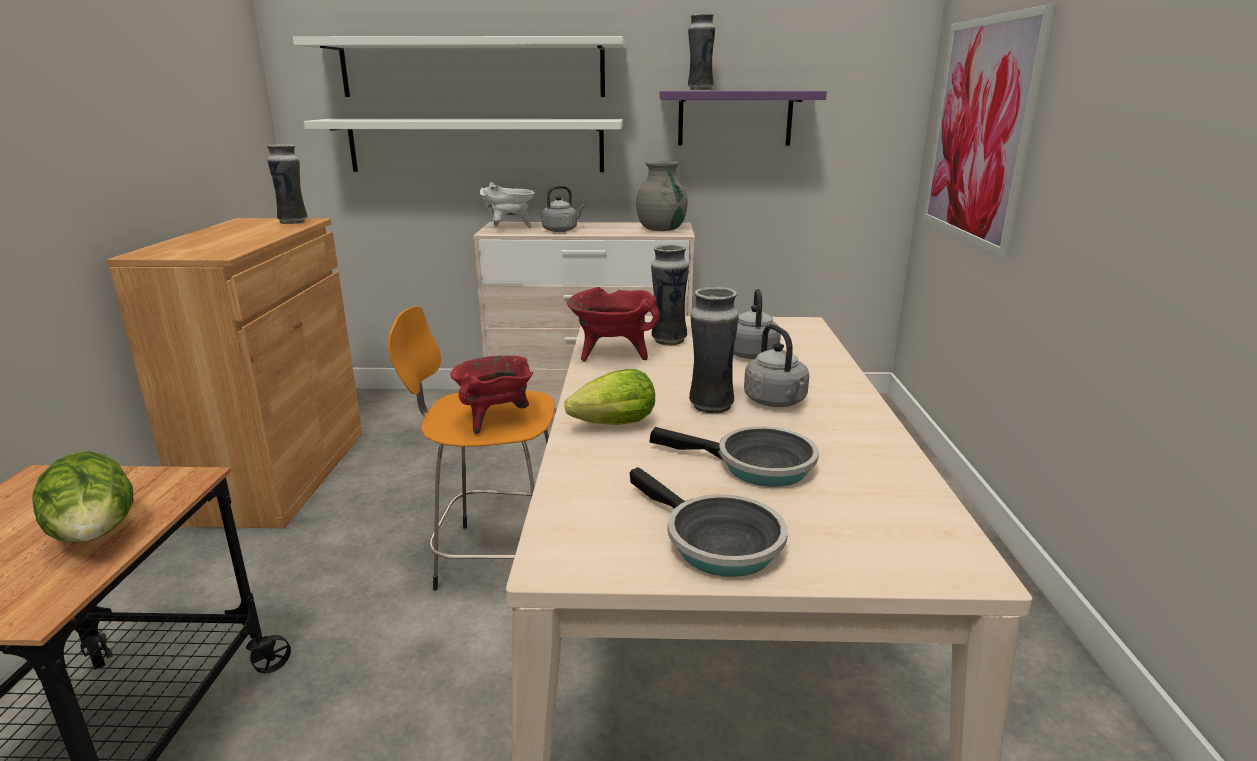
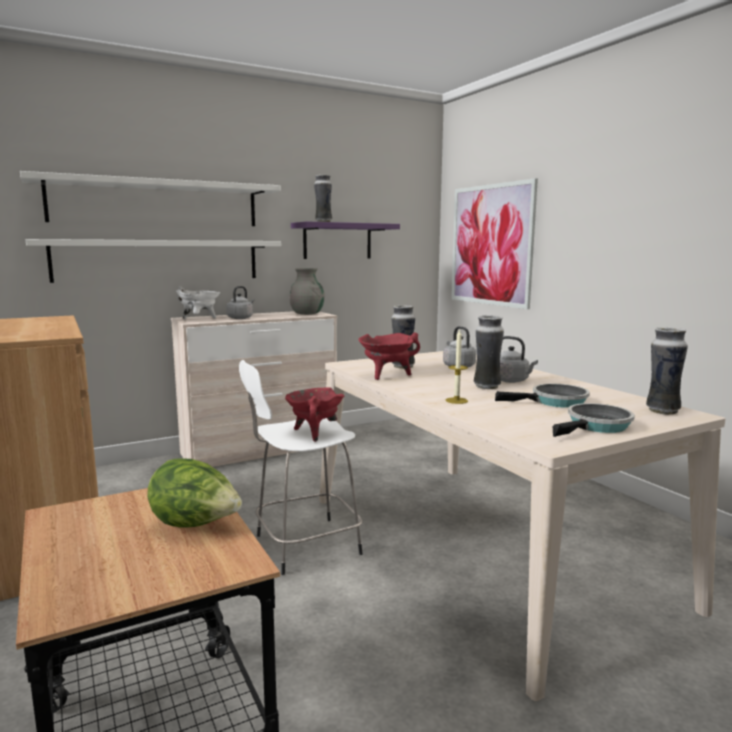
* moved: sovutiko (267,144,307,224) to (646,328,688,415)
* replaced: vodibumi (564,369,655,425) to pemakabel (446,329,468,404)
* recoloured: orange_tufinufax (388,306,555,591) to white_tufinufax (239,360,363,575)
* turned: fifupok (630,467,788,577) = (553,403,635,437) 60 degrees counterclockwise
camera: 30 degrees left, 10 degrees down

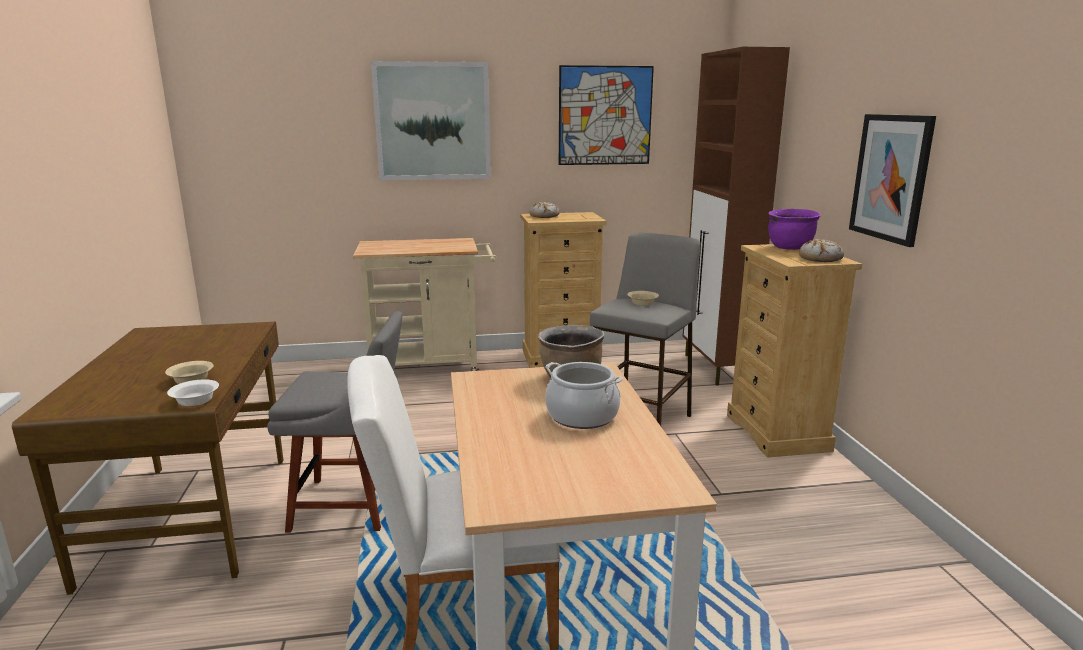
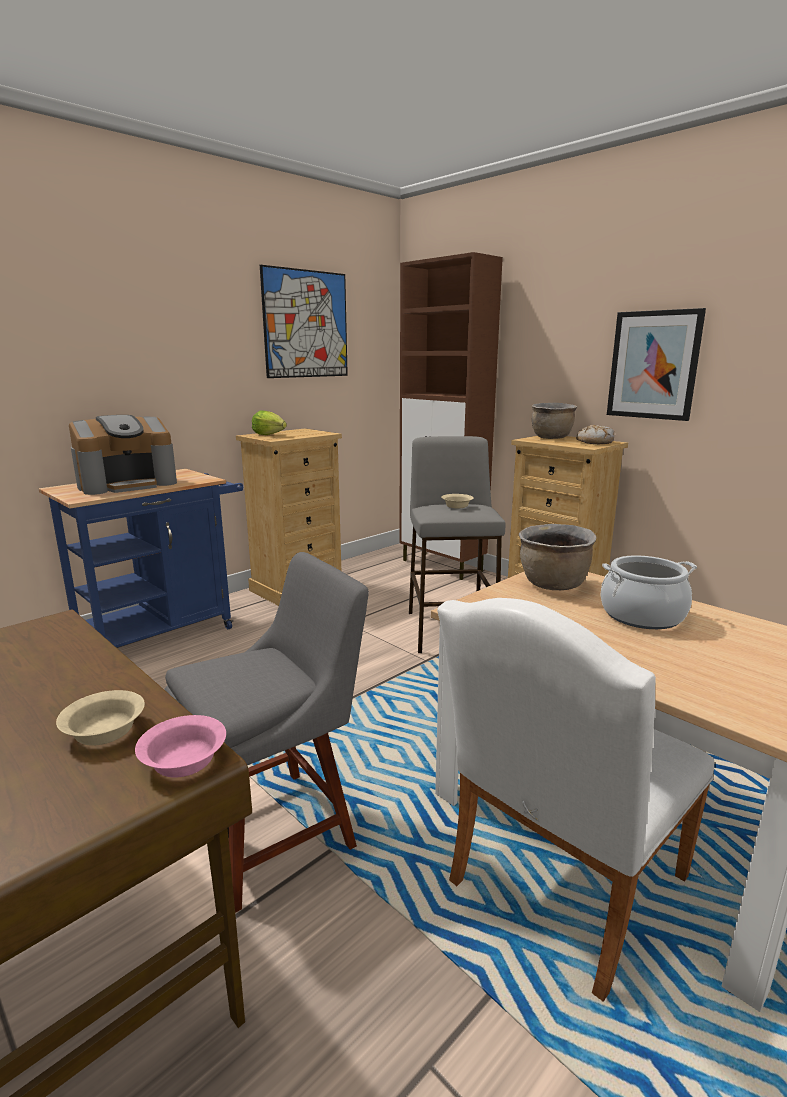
* removed: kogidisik (371,61,491,181)
* added: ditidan (69,415,177,495)
* replaced: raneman (529,202,560,218) to vodibumi (252,411,287,435)
* recoloured: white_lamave (167,379,219,406) to pink_lamave (135,715,226,778)
* recoloured: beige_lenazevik (353,238,497,371) to blue_lenazevik (39,469,243,648)
* recoloured: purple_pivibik (768,209,821,250) to brown_pivibik (532,403,577,439)
camera: 35 degrees left, 0 degrees up

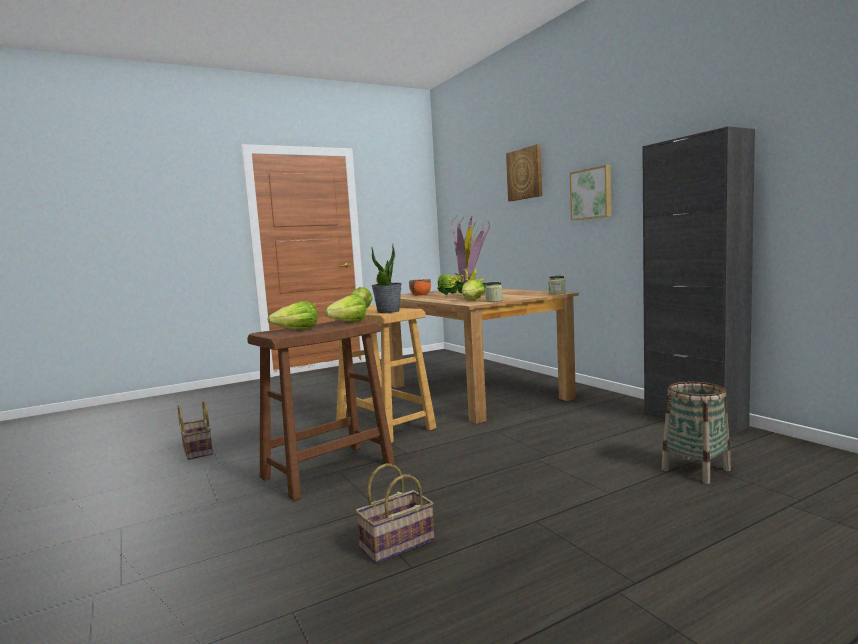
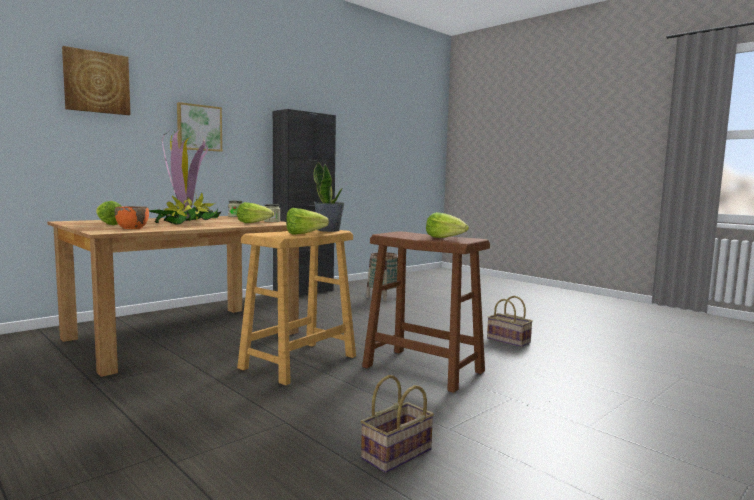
* removed: vodibumi (325,294,366,322)
camera: 105 degrees left, 0 degrees up

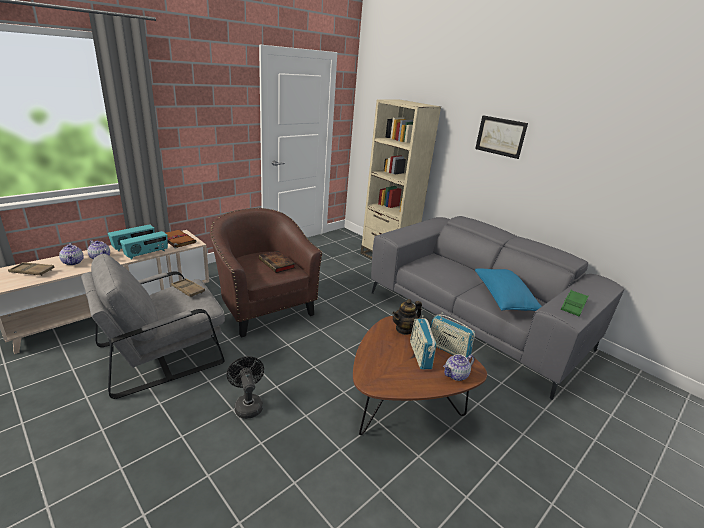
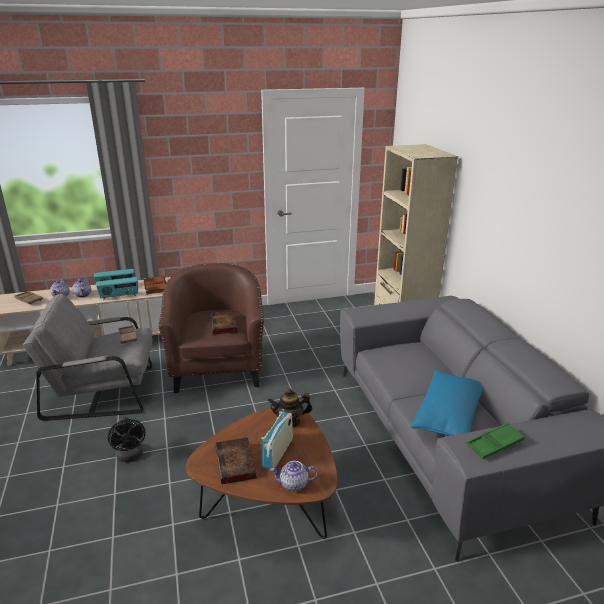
* removed: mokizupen (430,313,475,358)
* removed: kogidisik (475,115,528,159)
* added: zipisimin (215,437,257,484)
* turned: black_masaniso (227,356,264,419) = (108,417,146,463) 150 degrees clockwise
camera: 30 degrees right, 0 degrees up

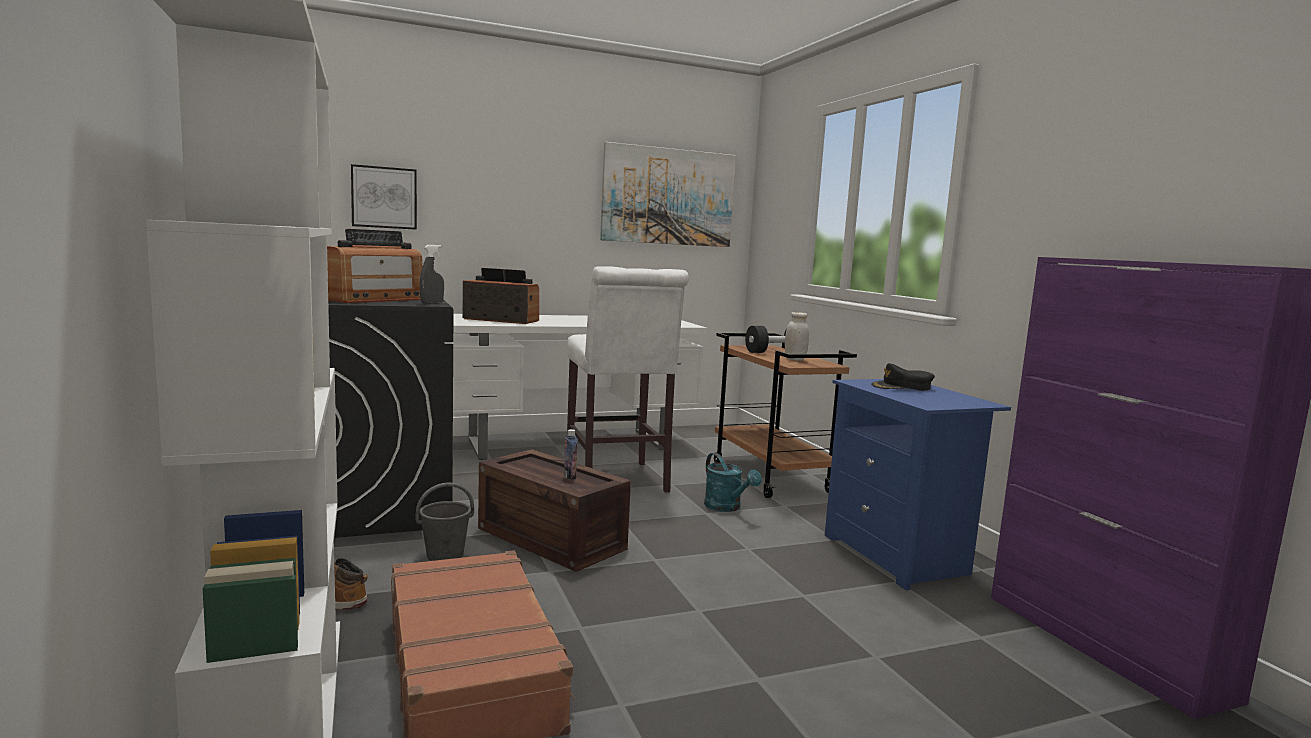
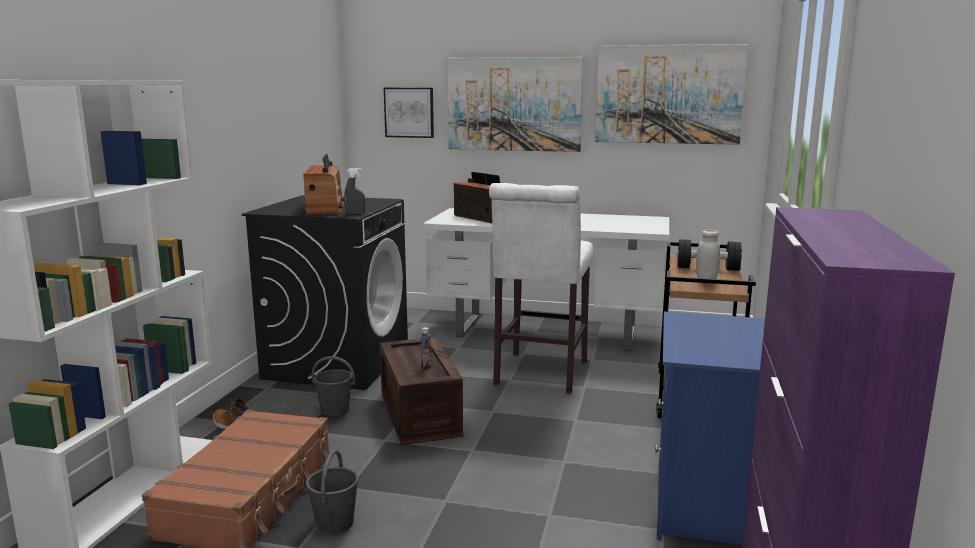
* removed: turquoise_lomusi (704,453,762,512)
* removed: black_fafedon (871,363,935,391)
* added: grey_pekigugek (306,449,359,535)
* added: kogidisik (447,57,584,152)
* turned: mokizupen (327,229,422,303) = (303,154,345,215) 75 degrees counterclockwise
camera: 35 degrees right, 5 degrees up

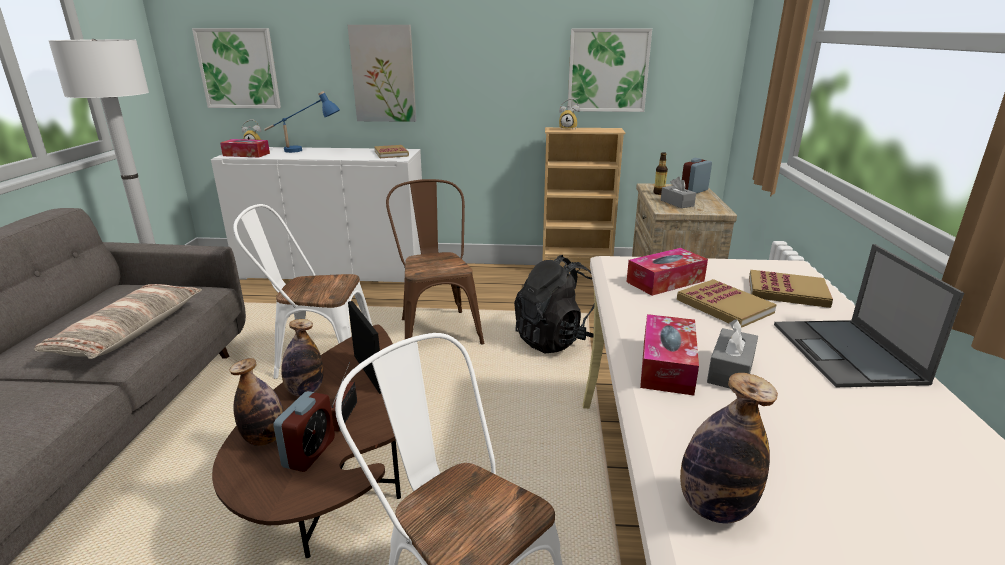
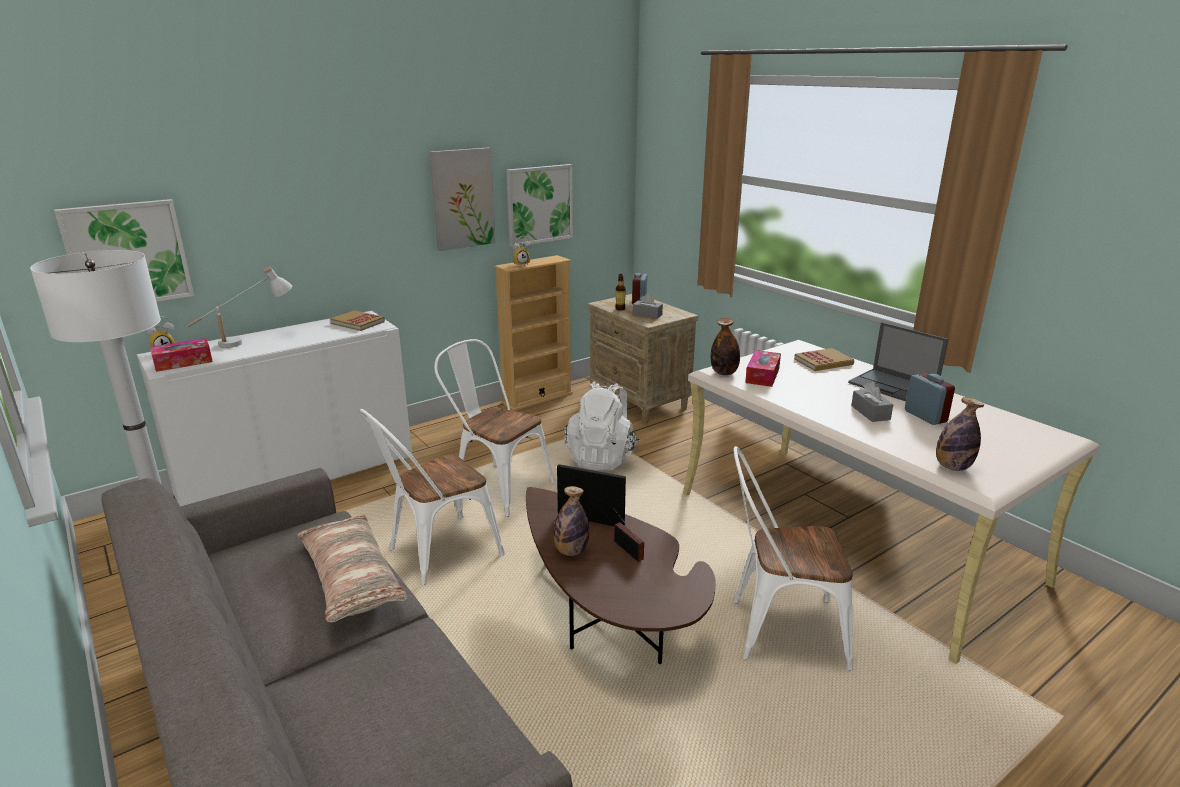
* removed: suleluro (640,314,699,396)
* removed: zipisimin (677,279,777,328)
* moved: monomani (229,358,284,446) to (711,318,740,375)
* moved: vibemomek (273,391,335,472) to (905,373,955,425)
* moved: kogidisik (348,25,416,122) to (429,148,496,251)
* recoloured: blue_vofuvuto (264,91,340,153) to white_vofuvuto (187,267,292,348)
* recoloured: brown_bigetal (386,179,484,345) to white_bigetal (434,339,555,517)
* recoloured: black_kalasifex (514,255,595,353) to white_kalasifex (564,381,640,471)
camera: 40 degrees left, 0 degrees up

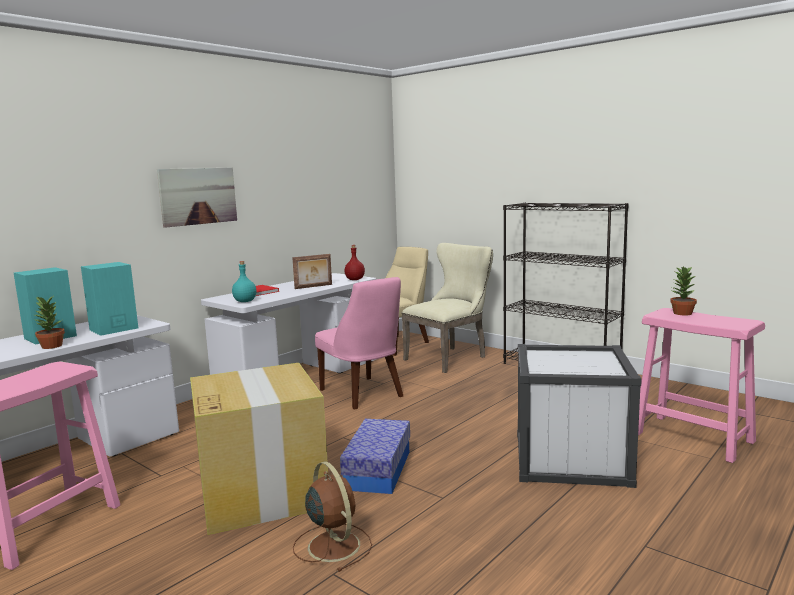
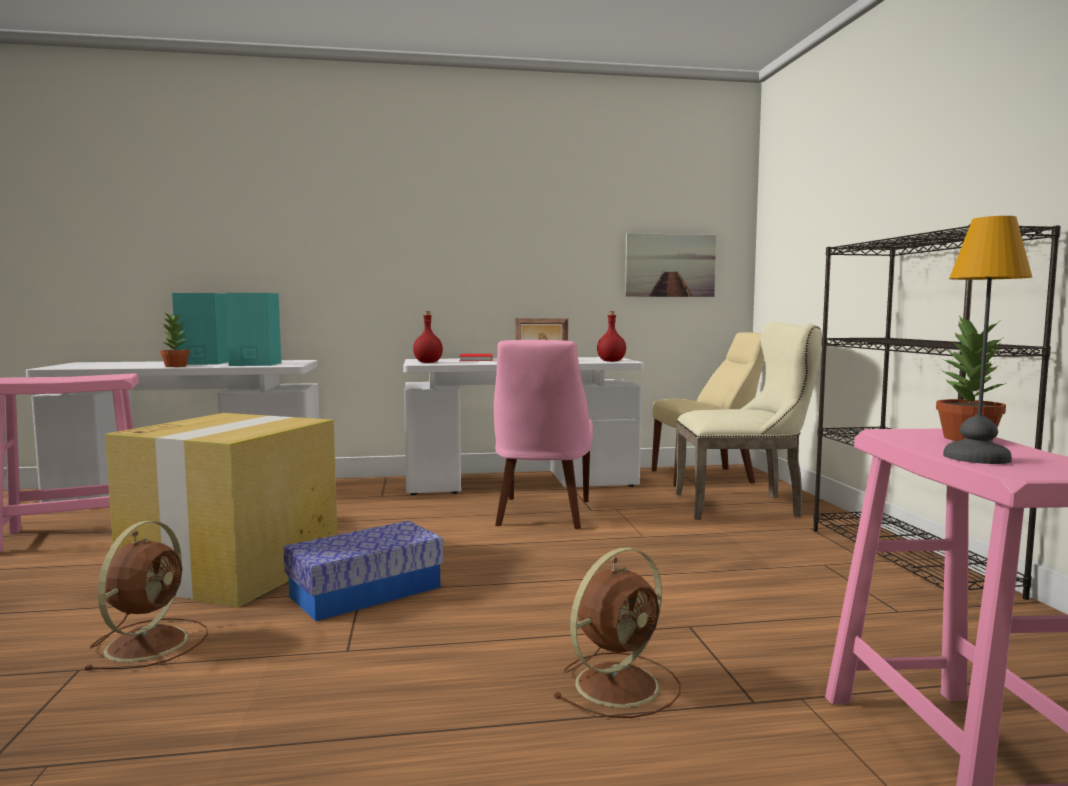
* added: vofuvuto (943,216,1032,464)
* moved: kogidisik (157,167,237,228) to (625,233,716,297)
* replaced: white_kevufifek (517,344,642,488) to brown_masaniso (553,547,680,718)
* recoloured: turquoise_monomani (232,261,257,302) to red_monomani (413,311,443,363)
camera: 40 degrees right, 5 degrees down

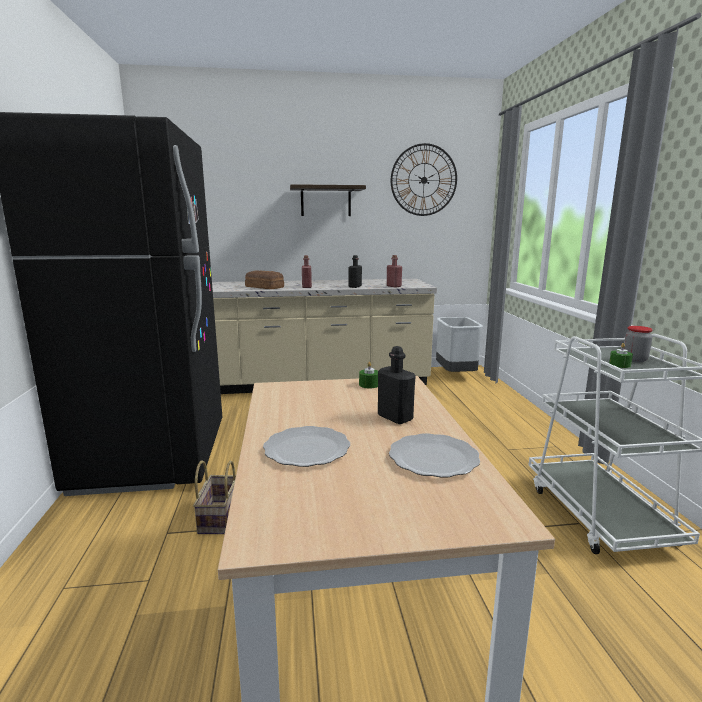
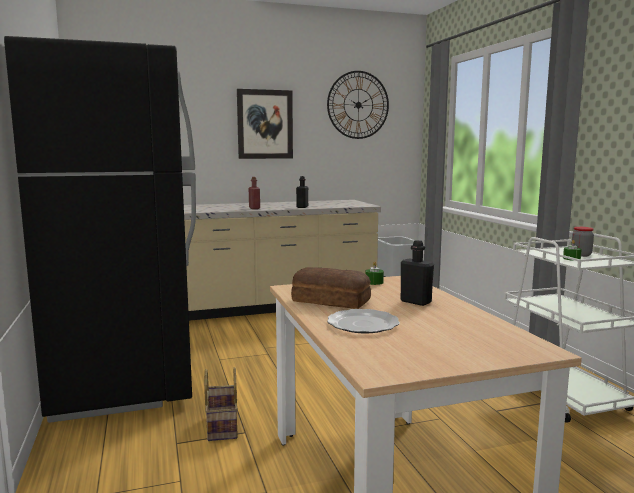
* removed: red_monomani (387,255,402,287)
* removed: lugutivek (389,433,480,478)
* moved: raneman (245,270,284,289) to (291,267,371,309)
* replaced: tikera (290,184,366,216) to kogidisik (237,89,293,159)
camera: 10 degrees left, 5 degrees down

